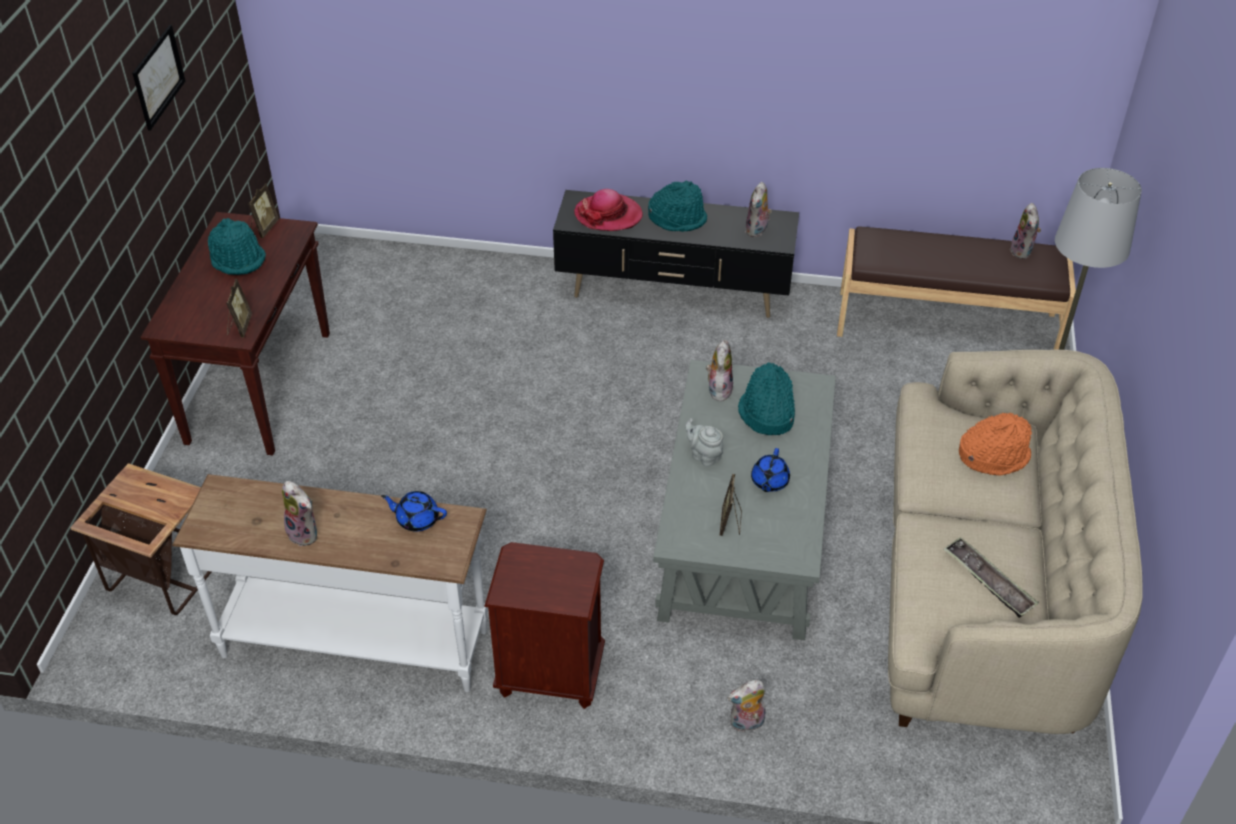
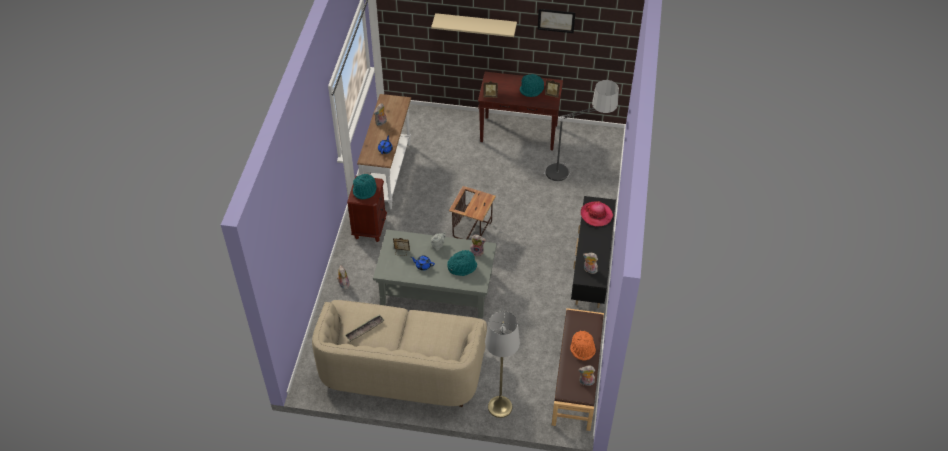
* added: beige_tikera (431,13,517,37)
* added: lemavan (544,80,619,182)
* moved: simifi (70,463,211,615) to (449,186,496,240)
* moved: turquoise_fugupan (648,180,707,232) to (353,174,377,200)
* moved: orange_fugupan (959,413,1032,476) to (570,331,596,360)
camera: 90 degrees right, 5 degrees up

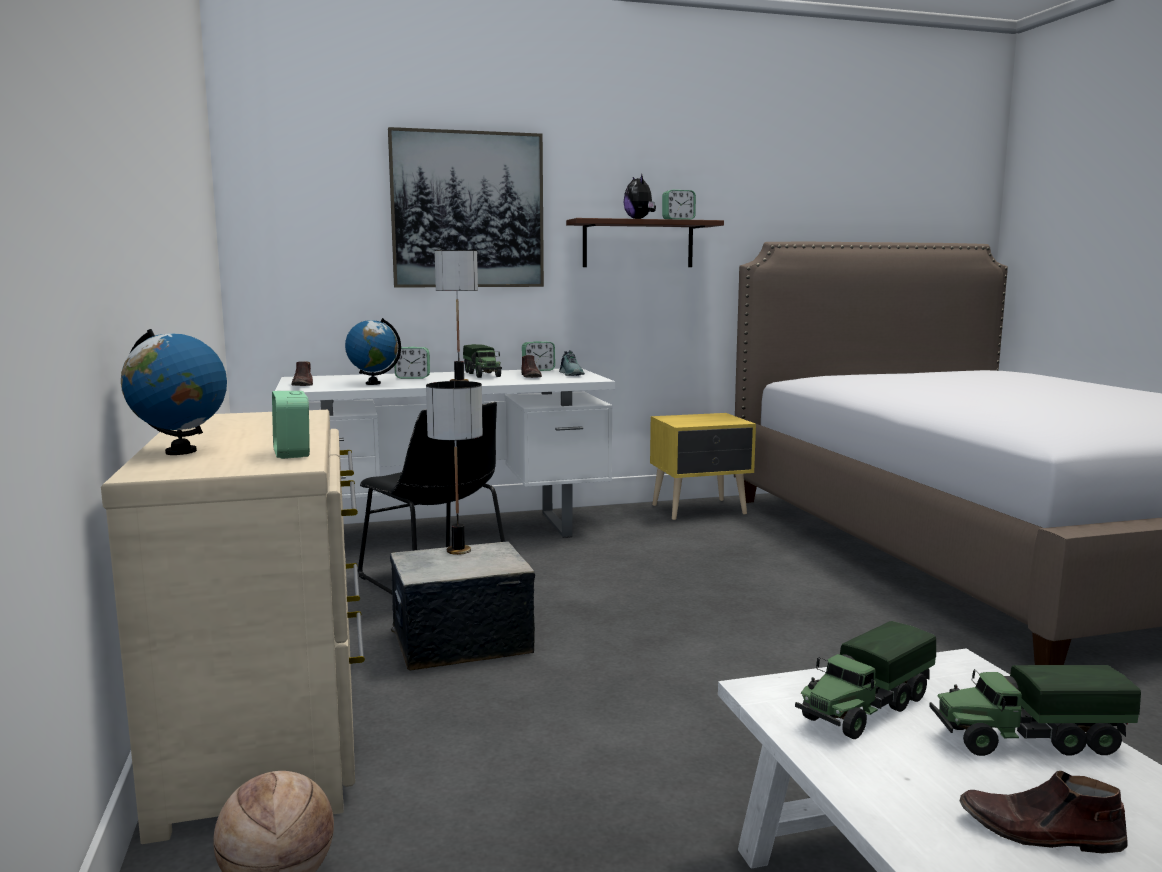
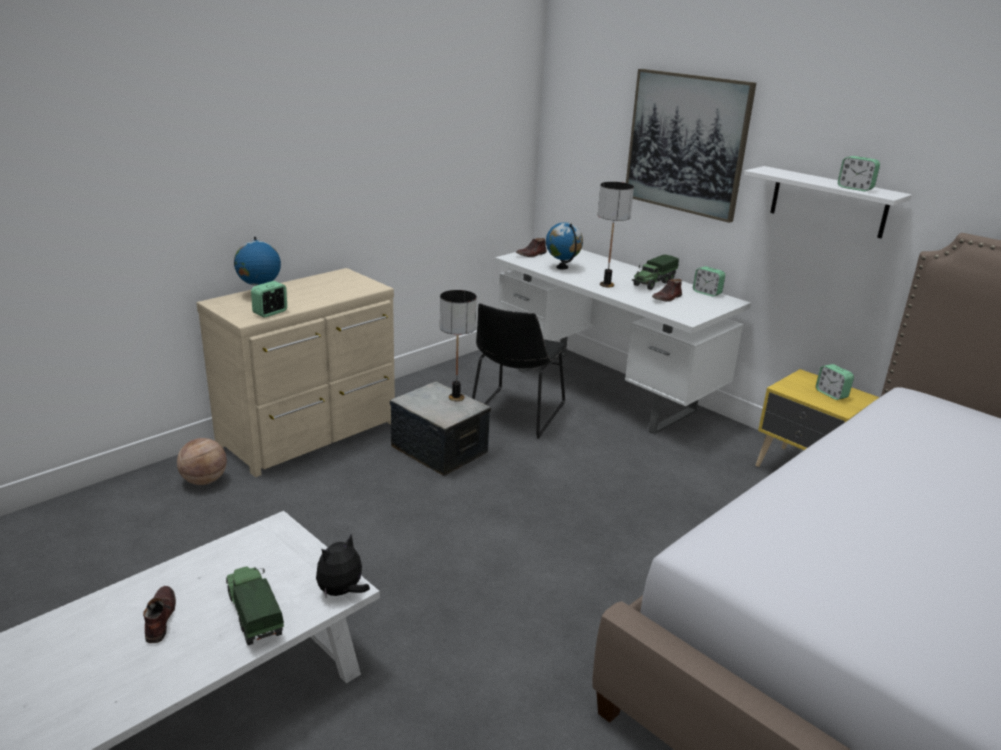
* removed: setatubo (559,350,585,376)
* removed: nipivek (795,621,936,739)
* moved: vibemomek (394,347,430,379) to (816,364,854,400)
* moved: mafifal (623,174,656,219) to (316,534,370,597)
* recoloured: brown_tikera (566,218,724,267) to white_tikera (744,166,912,238)
camera: 60 degrees right, 15 degrees up

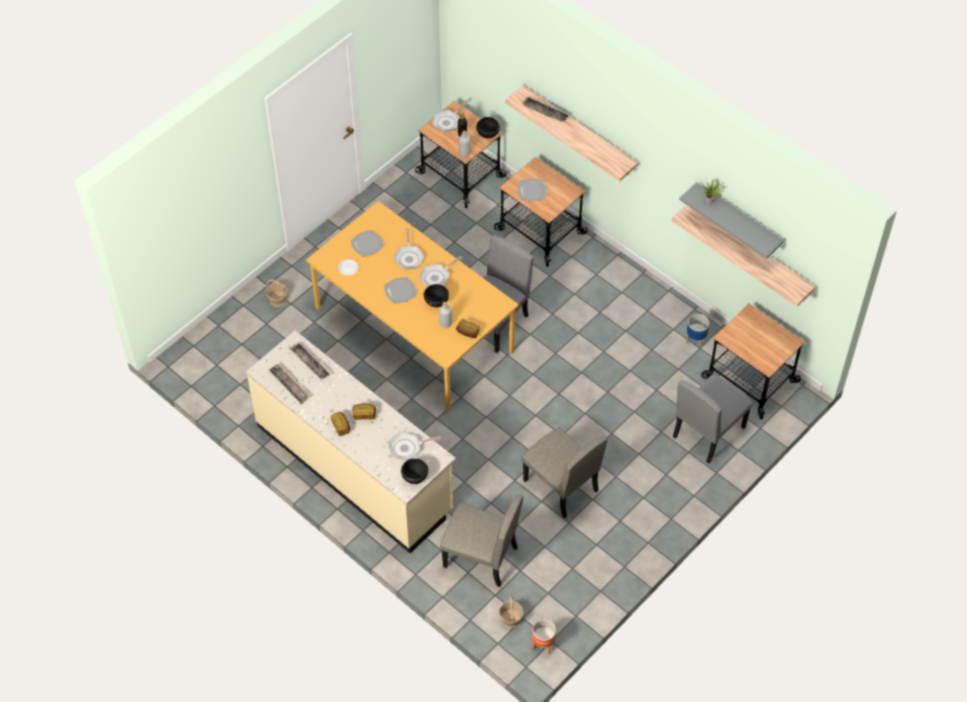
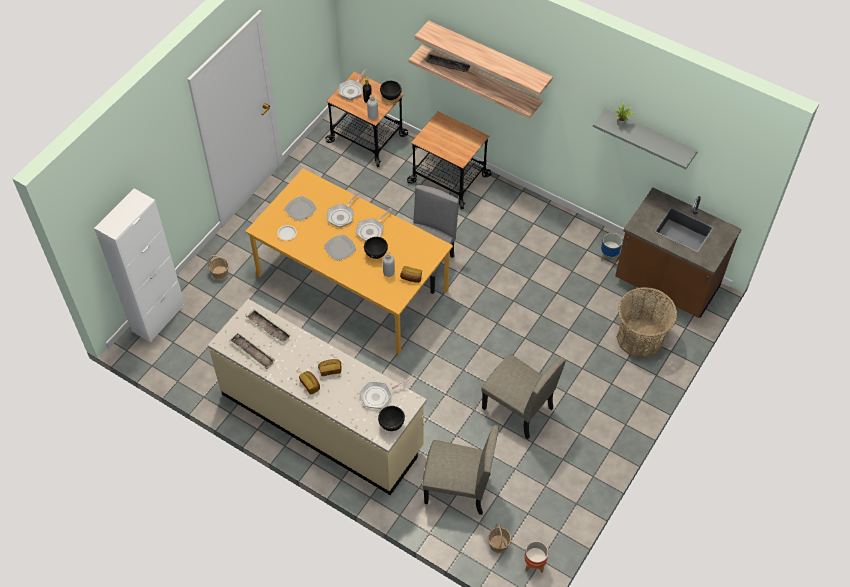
* removed: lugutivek (518,179,547,201)
* added: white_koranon (94,189,185,343)
* moved: tikera (672,205,815,307) to (415,21,553,96)
* replaced: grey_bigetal (673,374,753,464) to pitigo (617,287,677,358)
* replaced: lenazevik (701,304,805,419) to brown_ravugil (615,187,742,318)
* turned: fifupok (394,228,424,269) = (327,192,359,228) 45 degrees clockwise
camera: 10 degrees left, 0 degrees up

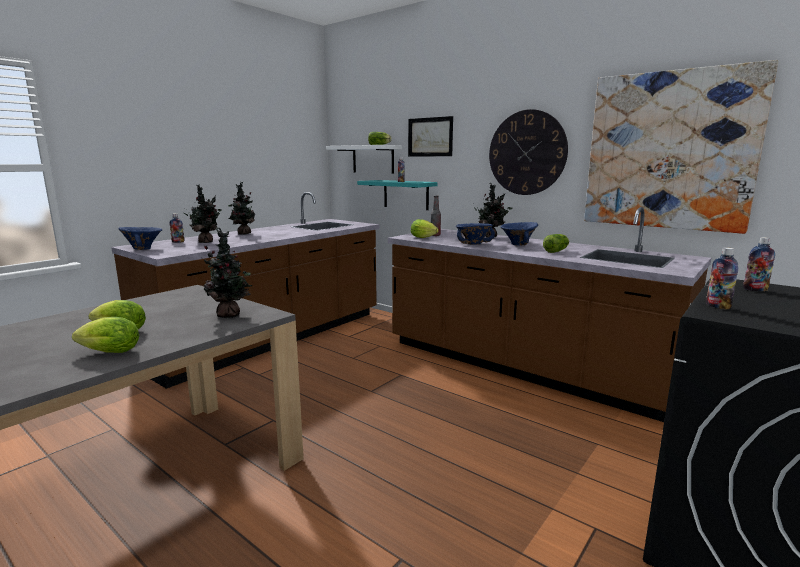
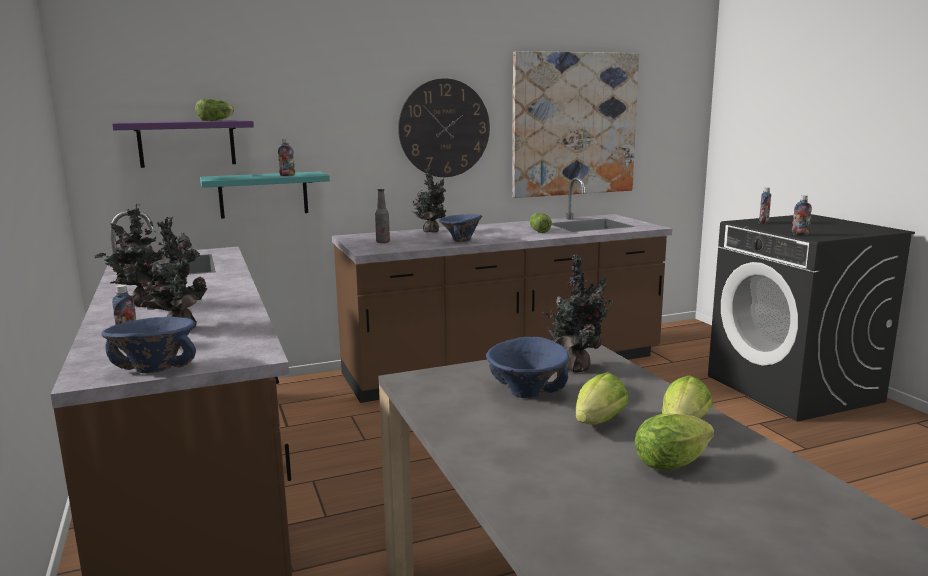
* removed: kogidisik (408,116,453,156)
* moved: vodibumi (411,219,439,238) to (635,413,714,471)
* moved: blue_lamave (500,222,538,246) to (486,337,570,398)
* recoloured: white_tikera (326,145,402,174) to purple_tikera (112,120,254,168)
camera: 60 degrees left, 0 degrees up

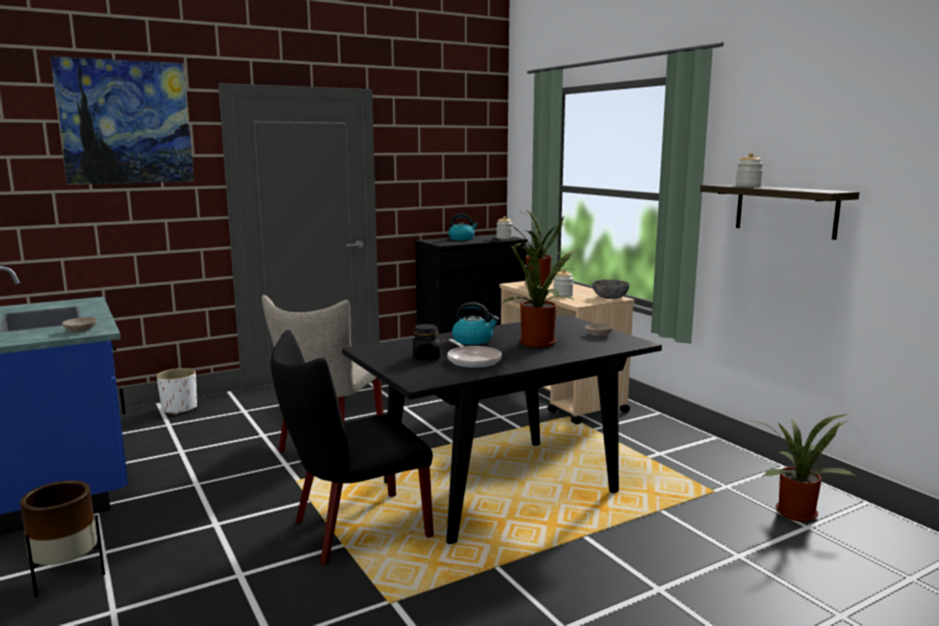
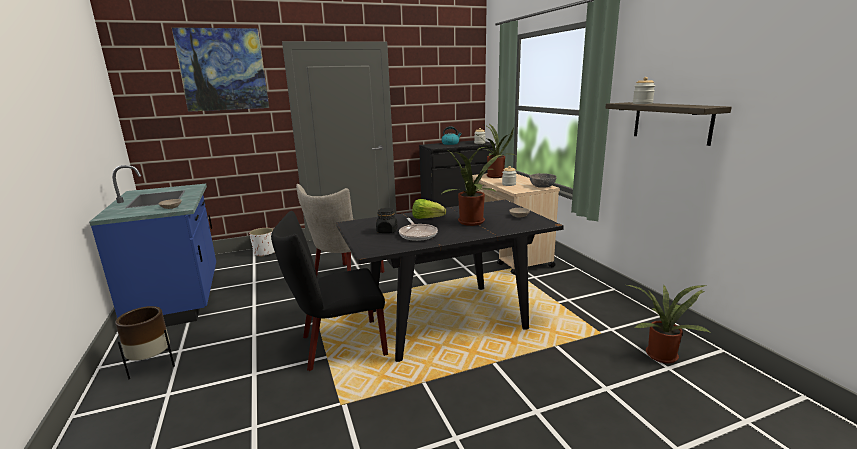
* replaced: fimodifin (452,302,499,345) to vodibumi (412,199,446,219)
camera: 10 degrees right, 5 degrees up

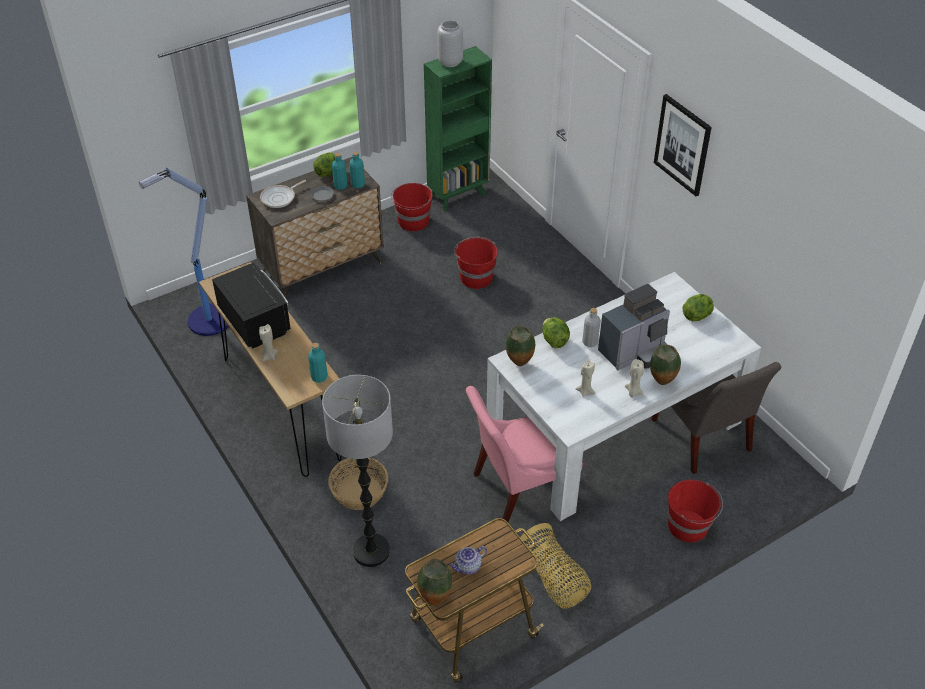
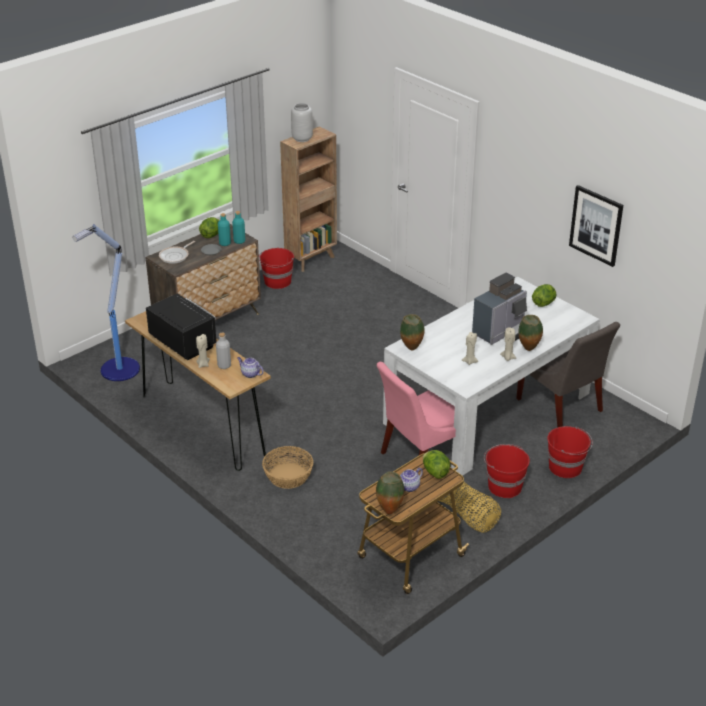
* removed: lemavan (322,375,393,567)
* moved: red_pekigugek (454,237,498,289) to (484,444,530,498)
* moved: vodibumi (542,317,570,348) to (423,450,450,479)
* moved: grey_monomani (582,308,601,347) to (216,333,231,369)
* moved: kogidisik (654,94,712,196) to (569,185,623,267)
* replaced: turquoise_monomani (308,343,328,383) to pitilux (237,357,264,378)
* recoloured: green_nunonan (424,46,492,212) to brown_nunonan (280,126,337,272)
camera: 10 degrees left, 10 degrees down

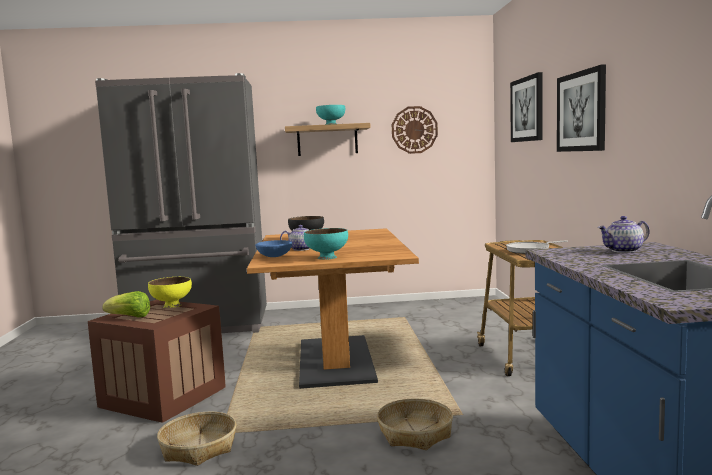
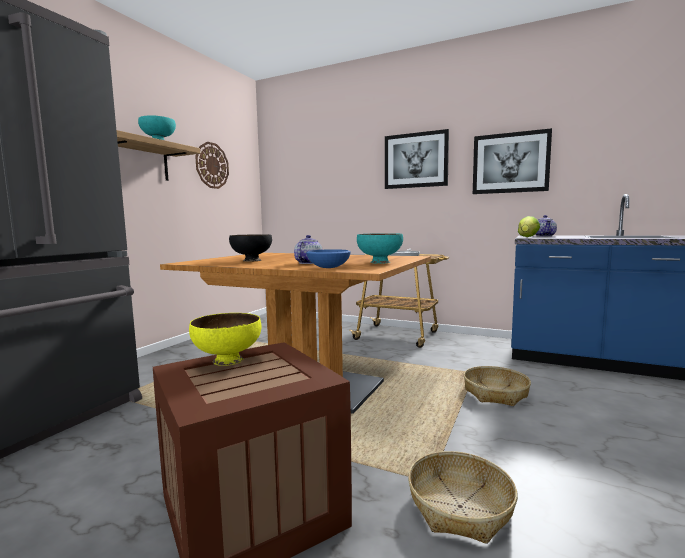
* moved: vodibumi (102,291,150,317) to (518,216,540,237)
* moved: kogidisik (510,72,542,142) to (473,128,552,194)
camera: 60 degrees left, 0 degrees up

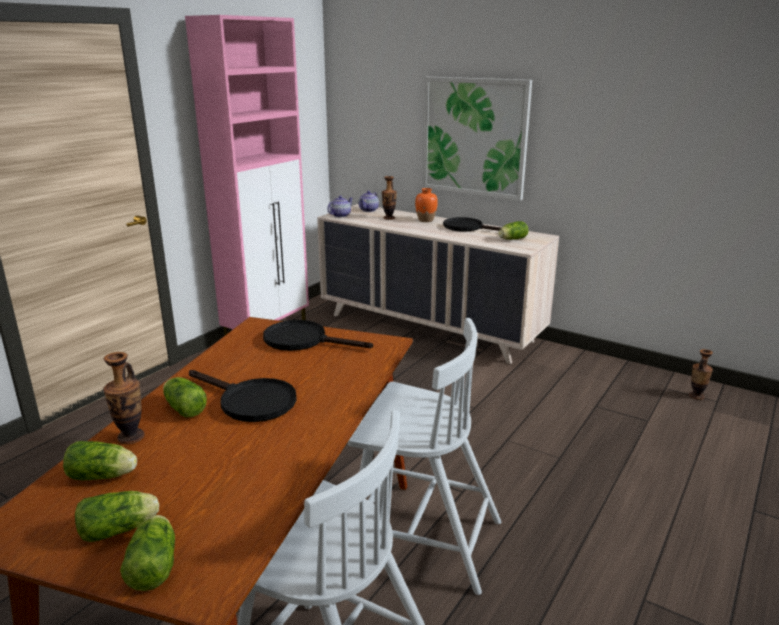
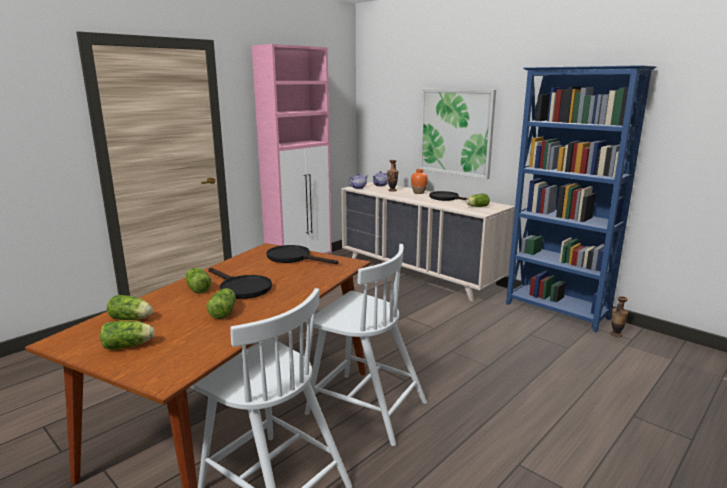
* removed: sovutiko (103,352,145,444)
* added: blue_nunonan (506,65,656,332)
* moved: vodibumi (120,515,175,591) to (207,288,236,319)
camera: 10 degrees right, 5 degrees down

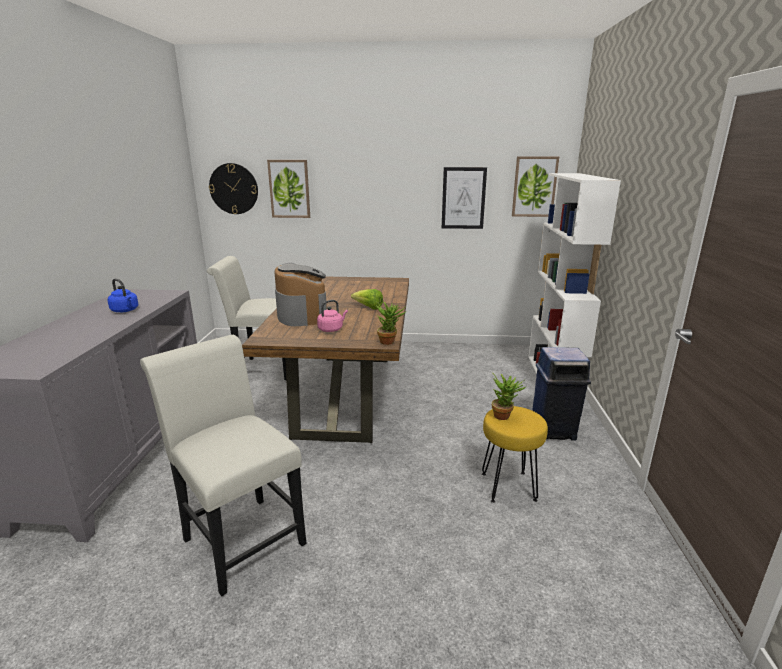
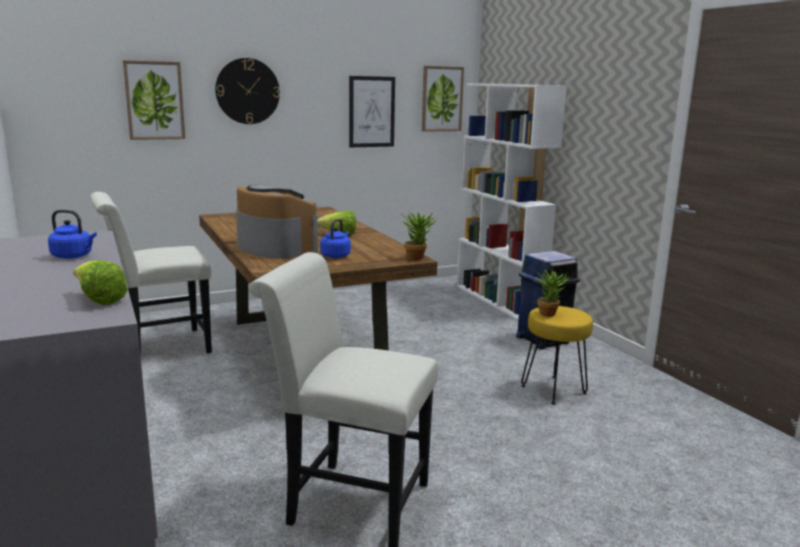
* added: vodibumi (73,260,128,305)
* moved: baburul (209,163,258,214) to (215,58,280,124)
* recoloured: pink_fimodifin (317,300,348,332) to blue_fimodifin (320,219,351,258)
camera: 30 degrees left, 5 degrees down

